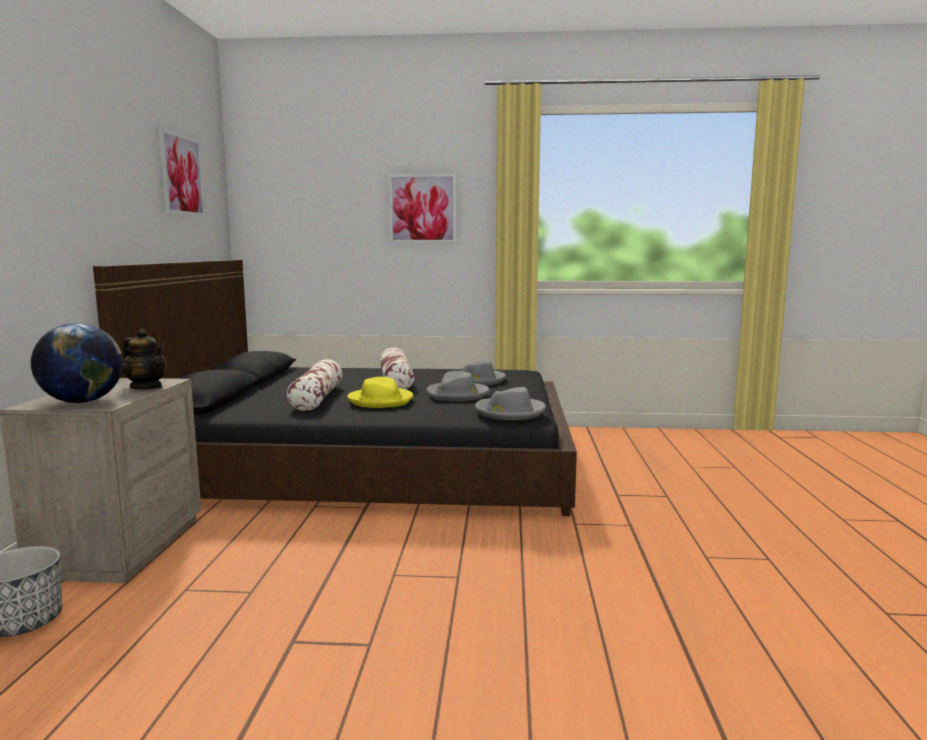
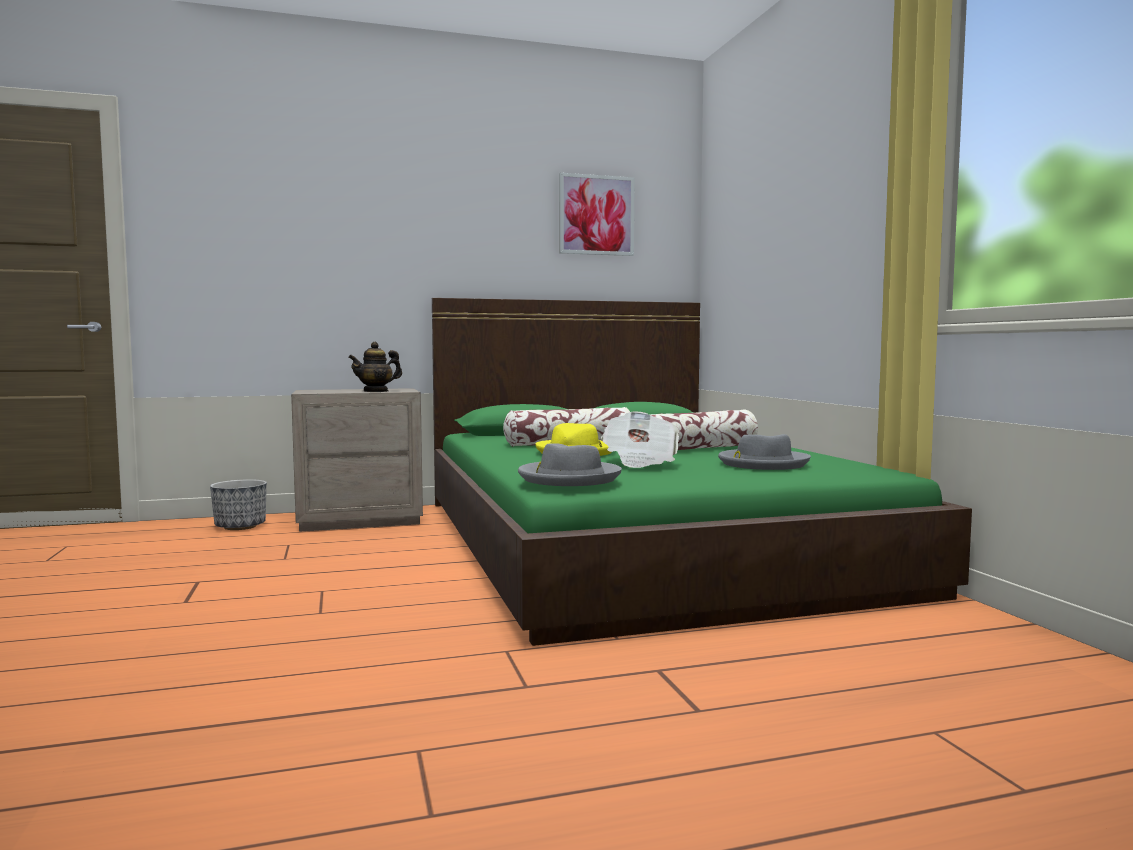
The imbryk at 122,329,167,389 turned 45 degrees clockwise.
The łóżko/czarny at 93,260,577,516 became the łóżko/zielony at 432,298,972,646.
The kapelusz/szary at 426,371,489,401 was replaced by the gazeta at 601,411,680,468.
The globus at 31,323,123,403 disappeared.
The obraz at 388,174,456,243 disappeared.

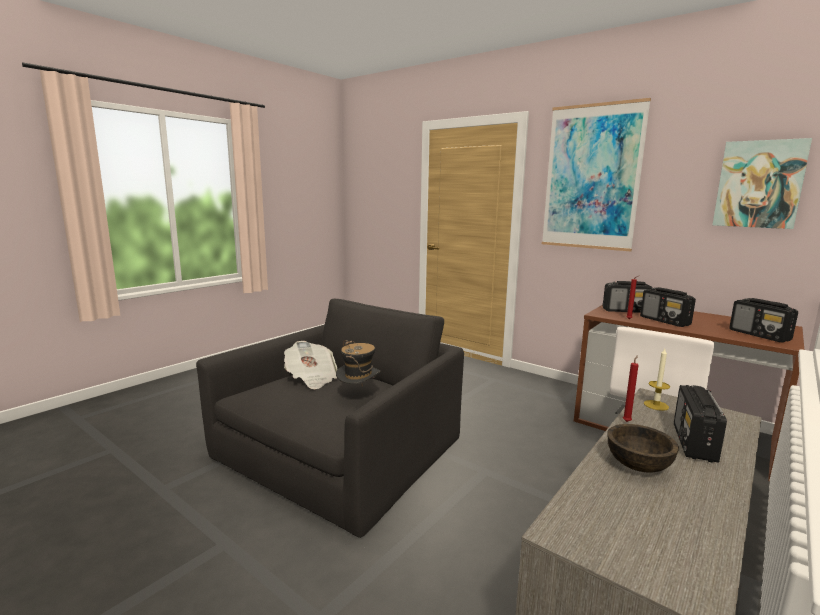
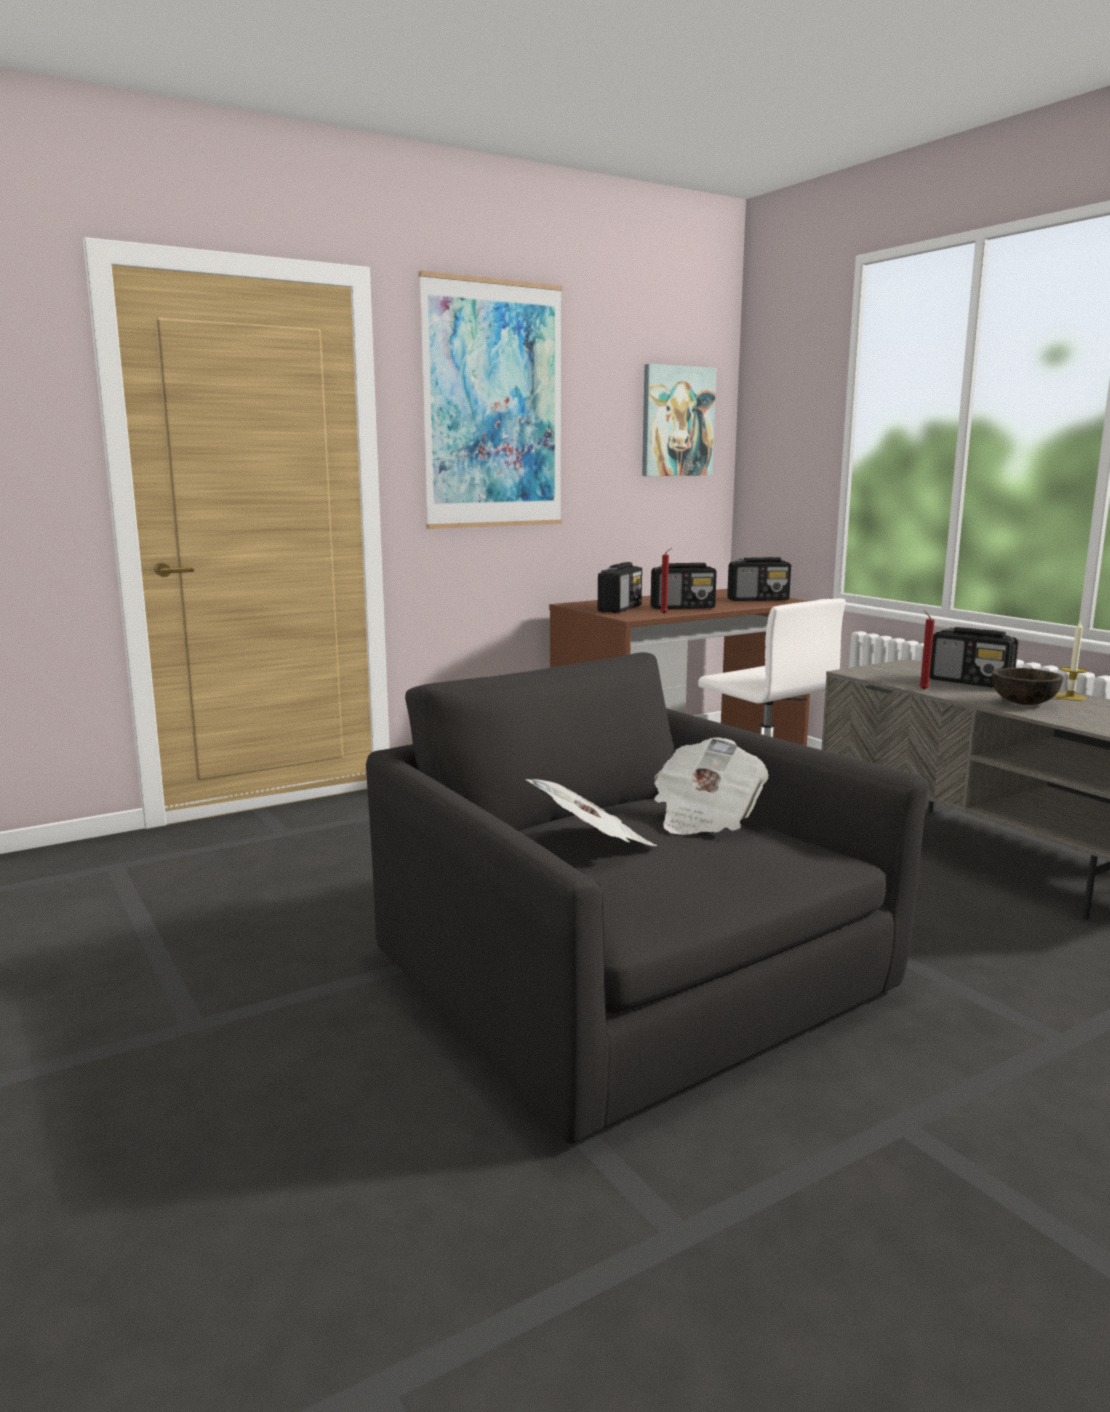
The kapelusz at 336,340,381,384 was replaced by the gazeta at 654,737,768,835.
The świeca moved from 644,349,670,411 to 1055,621,1088,701.

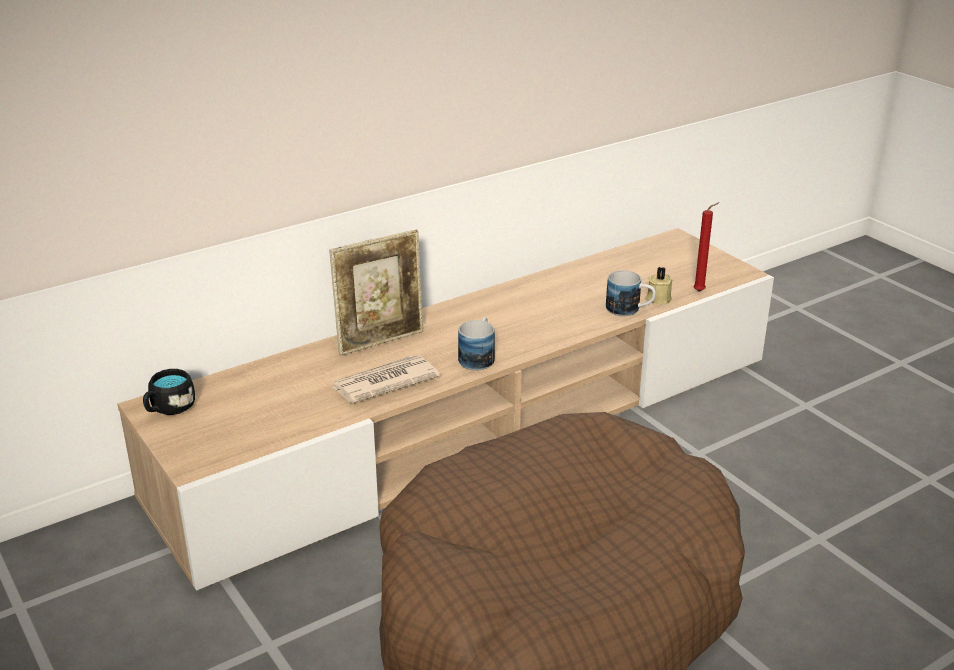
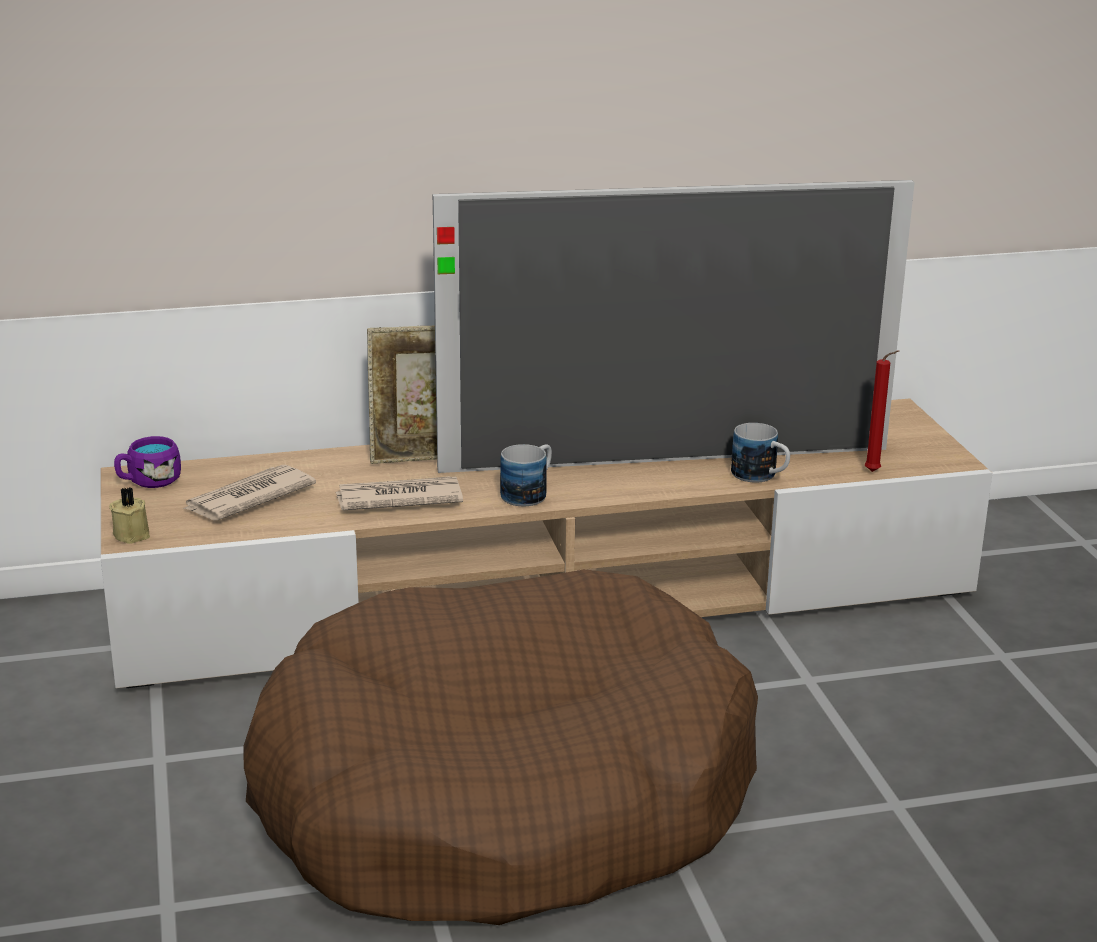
The świeca/beżowy moved from 645,267,672,305 to 109,487,150,544.
The kubek/czarny at 143,369,195,415 became the kubek/fioletowy at 114,436,181,488.
The gazeta at 181,465,316,521 appeared.
The telewizor at 433,180,915,473 appeared.

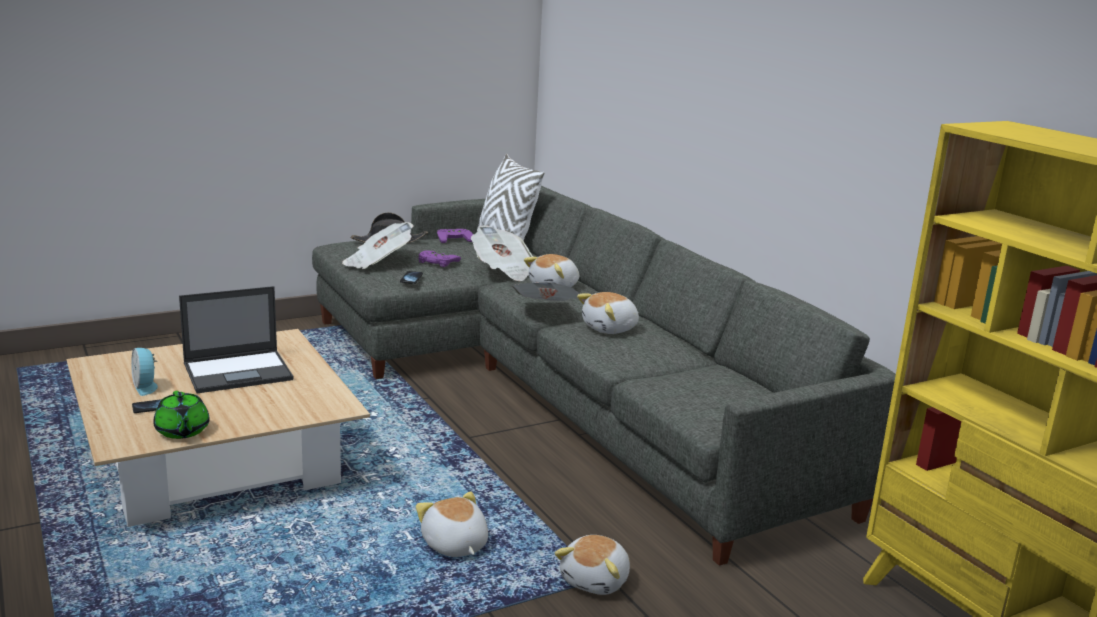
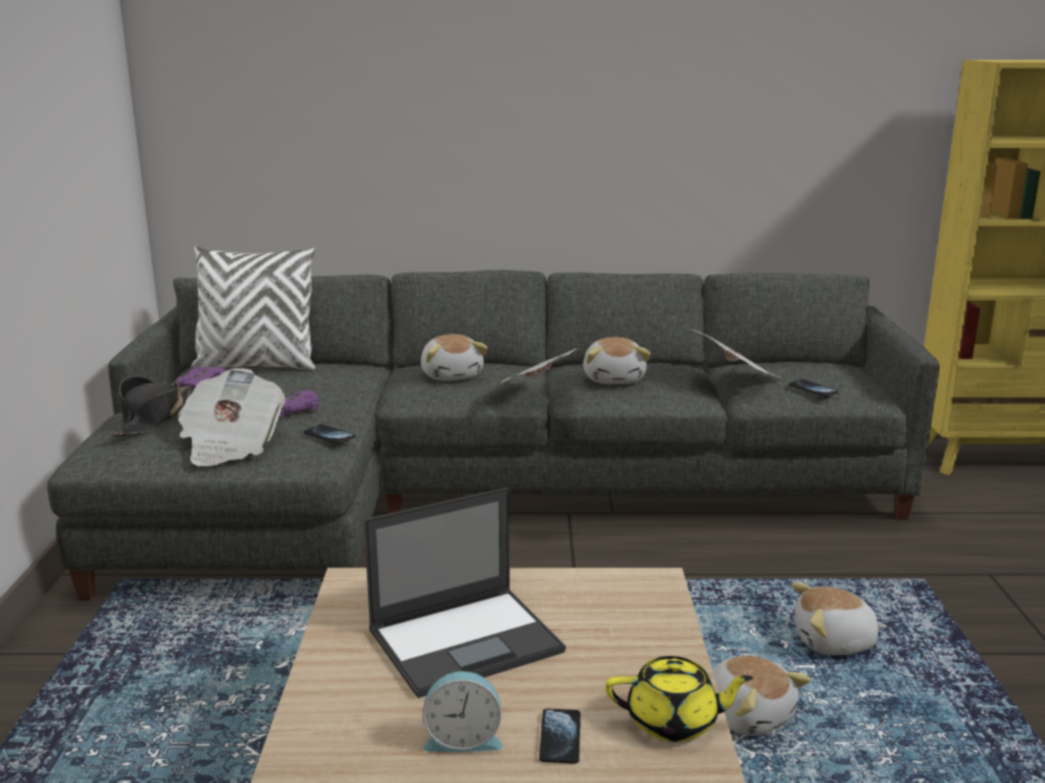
The laptop at 179,286,293,393 turned 60 degrees clockwise.
The imbryk/zielony at 153,391,210,439 became the imbryk/żółty at 606,656,753,742.
The gazeta moved from 471,225,533,281 to 690,329,781,378.
The pluszak moved from 555,535,630,595 to 712,655,811,736.
The telefon at 789,379,838,397 appeared.

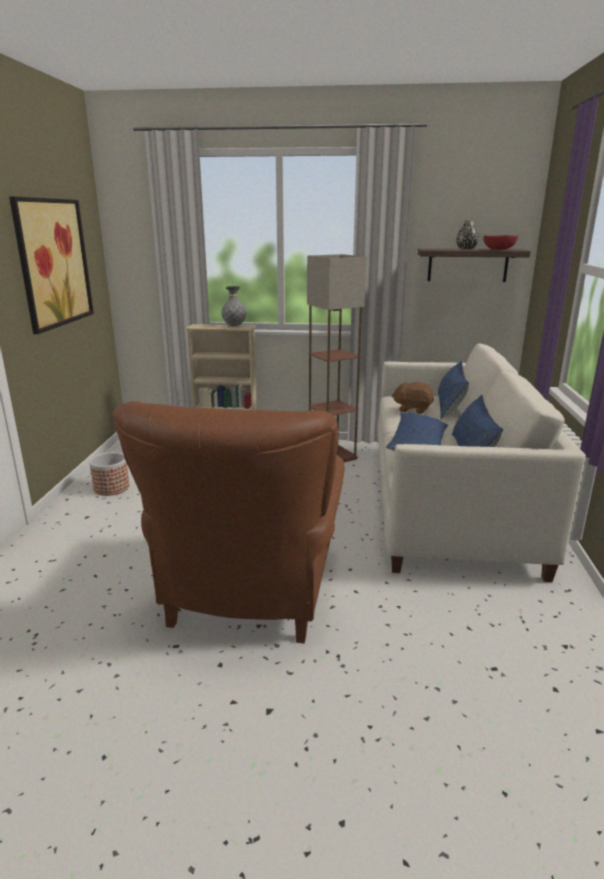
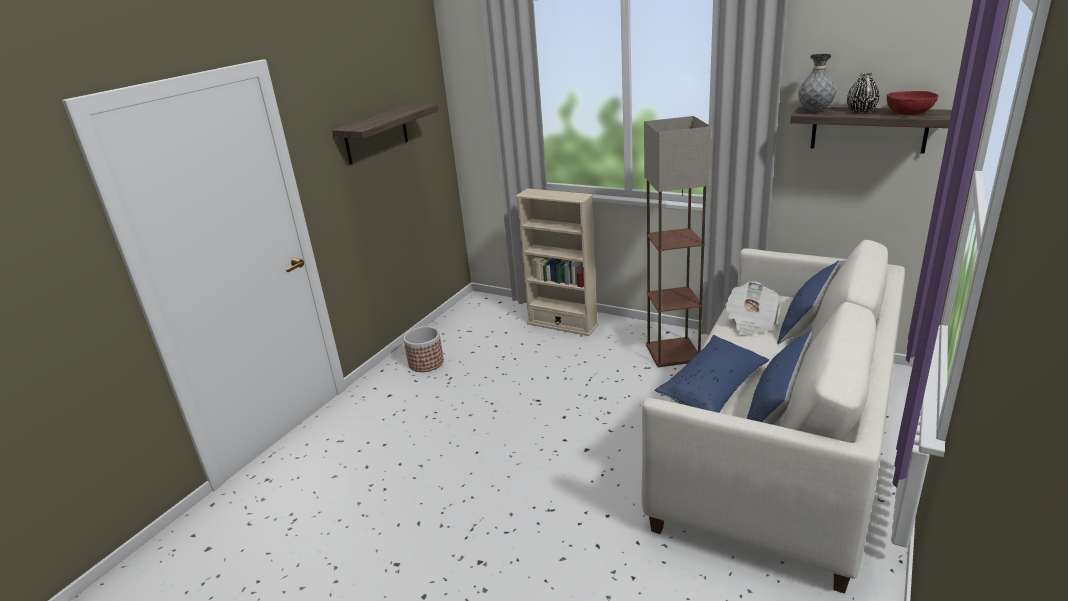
The obraz at 9,196,94,334 was replaced by the półka at 332,104,438,165.
The pluszak/brązowy at 392,382,434,414 was replaced by the gazeta at 725,281,782,336.
The wazon/szary moved from 221,286,247,326 to 798,54,837,112.
The fotel/brązowy at 112,401,345,643 disappeared.

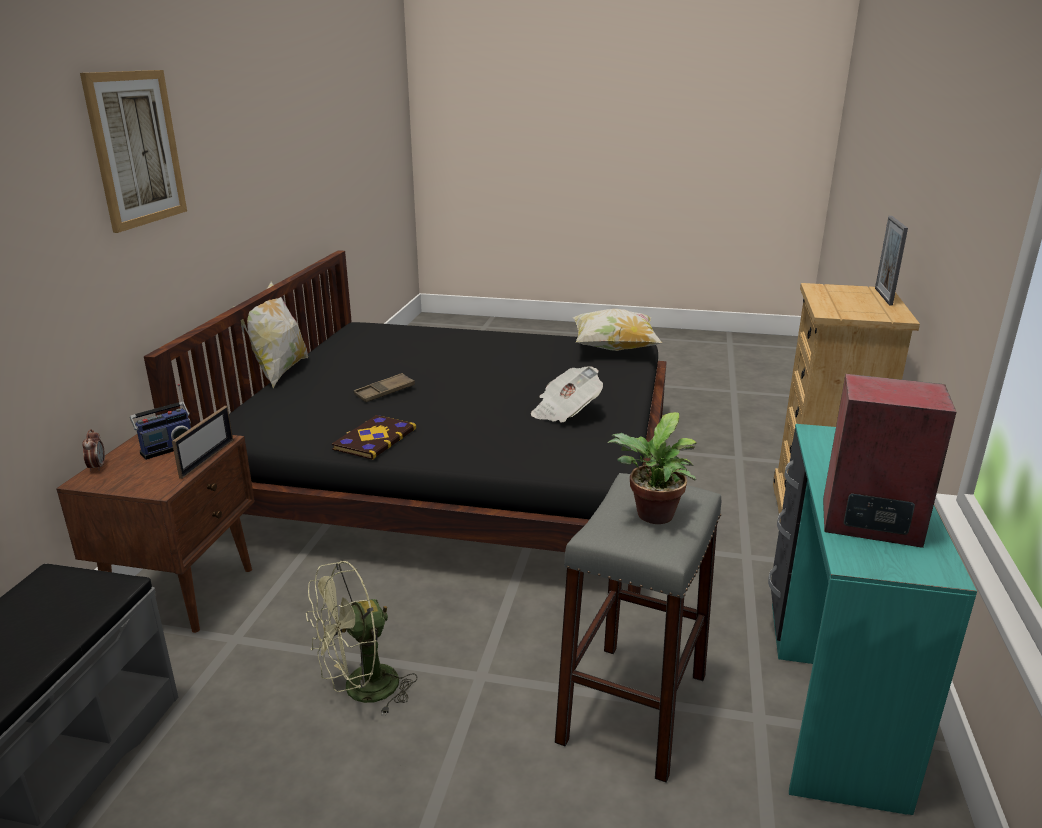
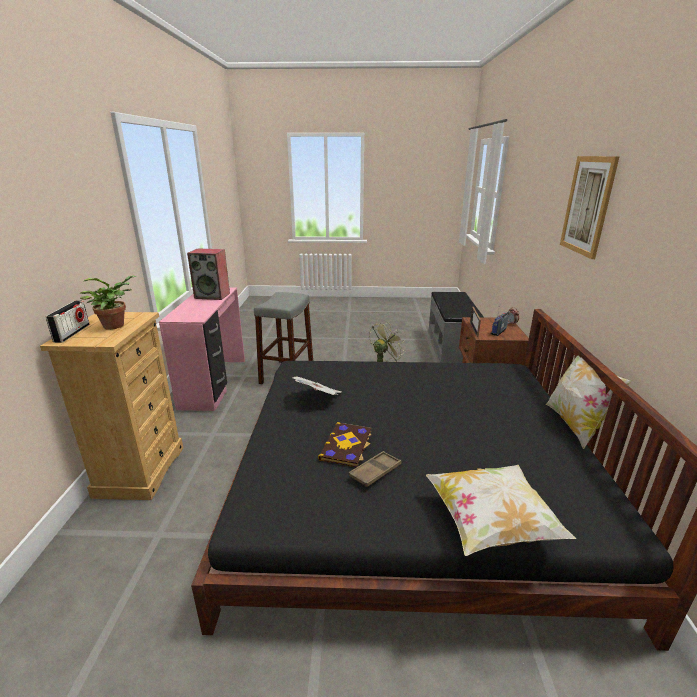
The ramka na zdjęcie at 875,216,908,306 was replaced by the radio at 46,300,90,343.
The roślina doniczkowa moved from 607,412,697,524 to 80,275,136,330.
The biurko/turkusowy at 768,424,977,815 became the biurko/różowy at 159,287,245,411.
The książka moved from 332,415,416,460 to 318,422,372,467.
The taca/brązowy moved from 354,373,415,402 to 349,451,402,487.
The poduszka moved from 573,309,663,351 to 426,465,576,556.

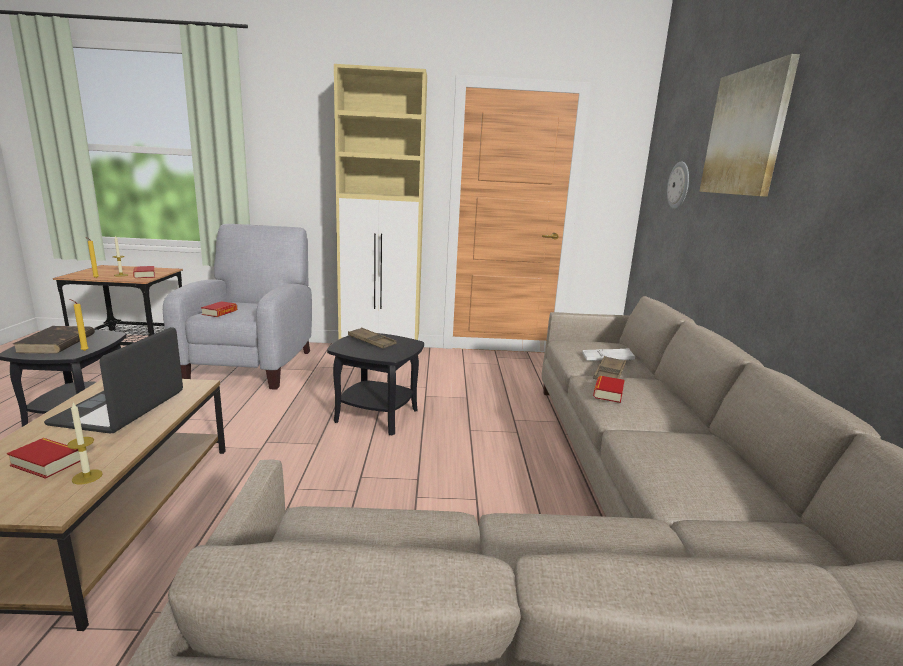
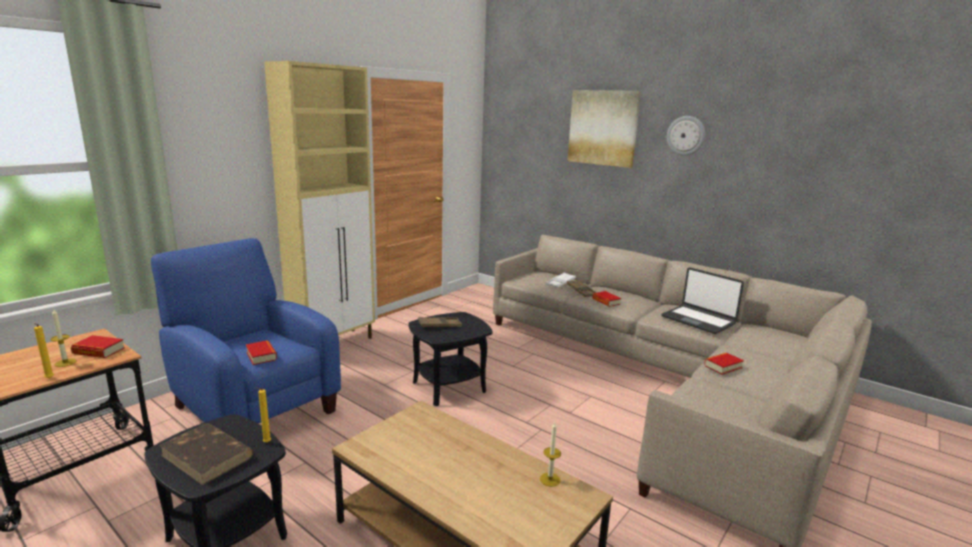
The fotel/szary at 163,224,312,390 became the fotel/niebieski at 151,238,341,423.
The laptop moved from 44,327,183,434 to 661,267,744,334.
The zegar ścienny moved from 667,161,689,209 to 667,116,705,156.
The książka moved from 7,438,80,479 to 704,353,744,375.

